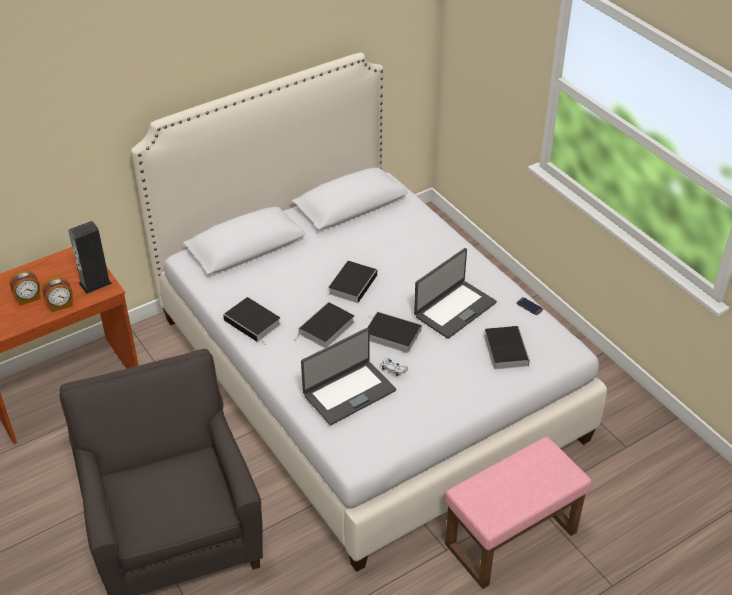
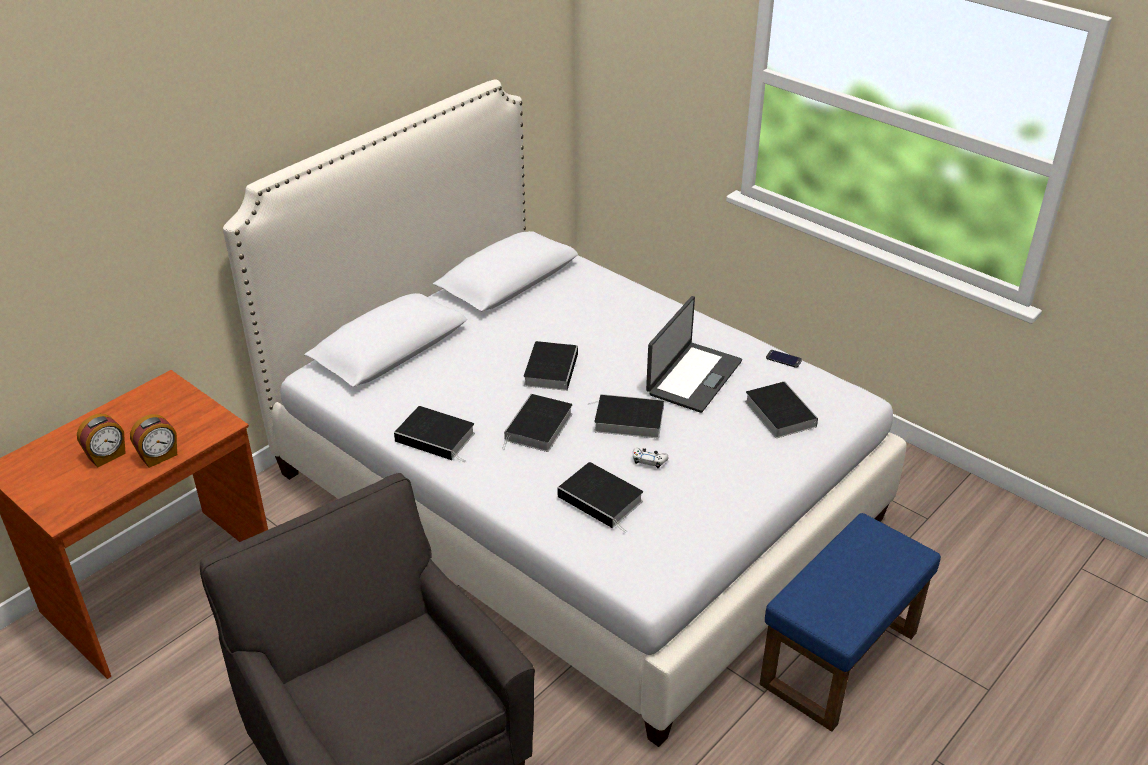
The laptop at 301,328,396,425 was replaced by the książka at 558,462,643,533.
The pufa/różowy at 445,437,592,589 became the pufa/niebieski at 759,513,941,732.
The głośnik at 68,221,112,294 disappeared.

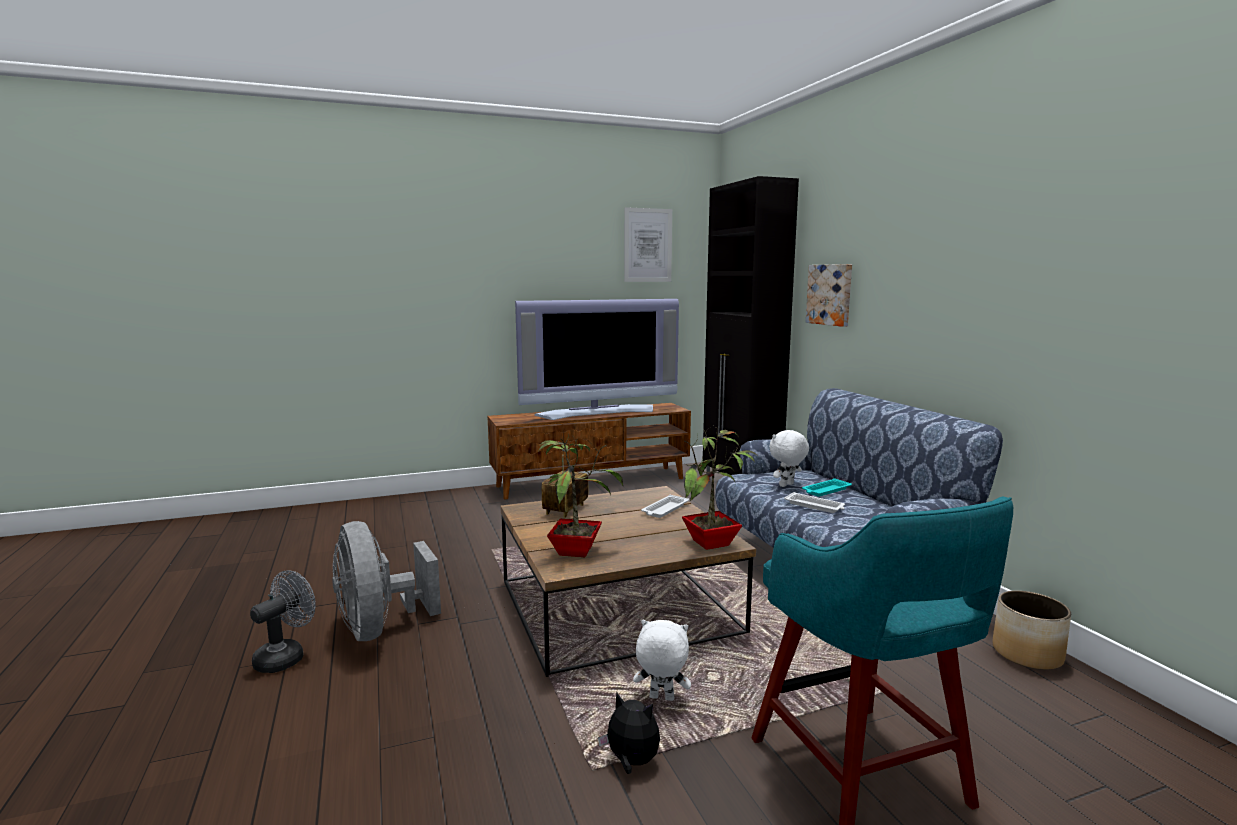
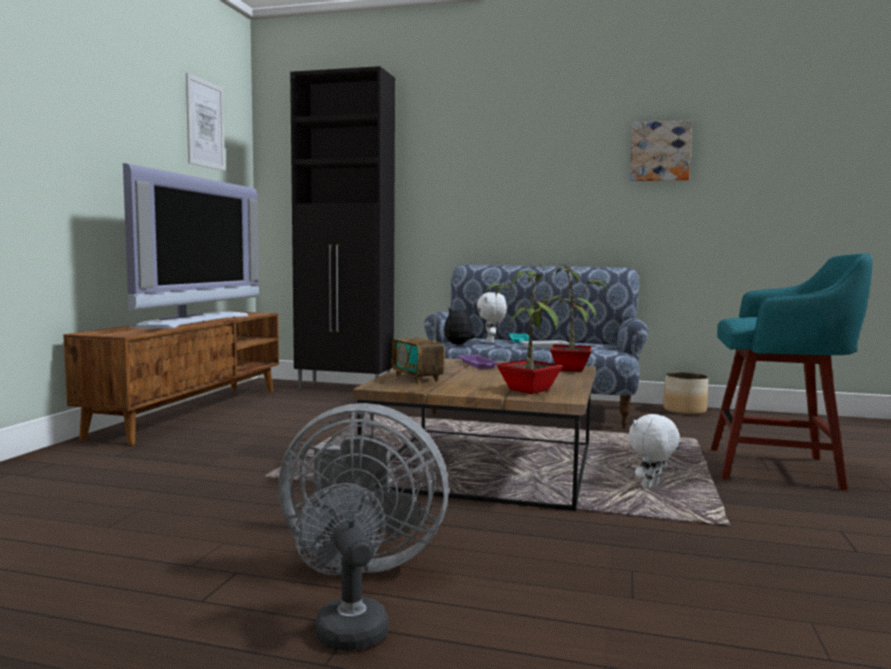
The pluszak moved from 598,692,660,774 to 444,307,475,344.
The taca/biały at 641,495,689,518 became the taca/fioletowy at 458,354,499,369.
The obraz moved from 806,264,852,327 to 630,120,692,181.

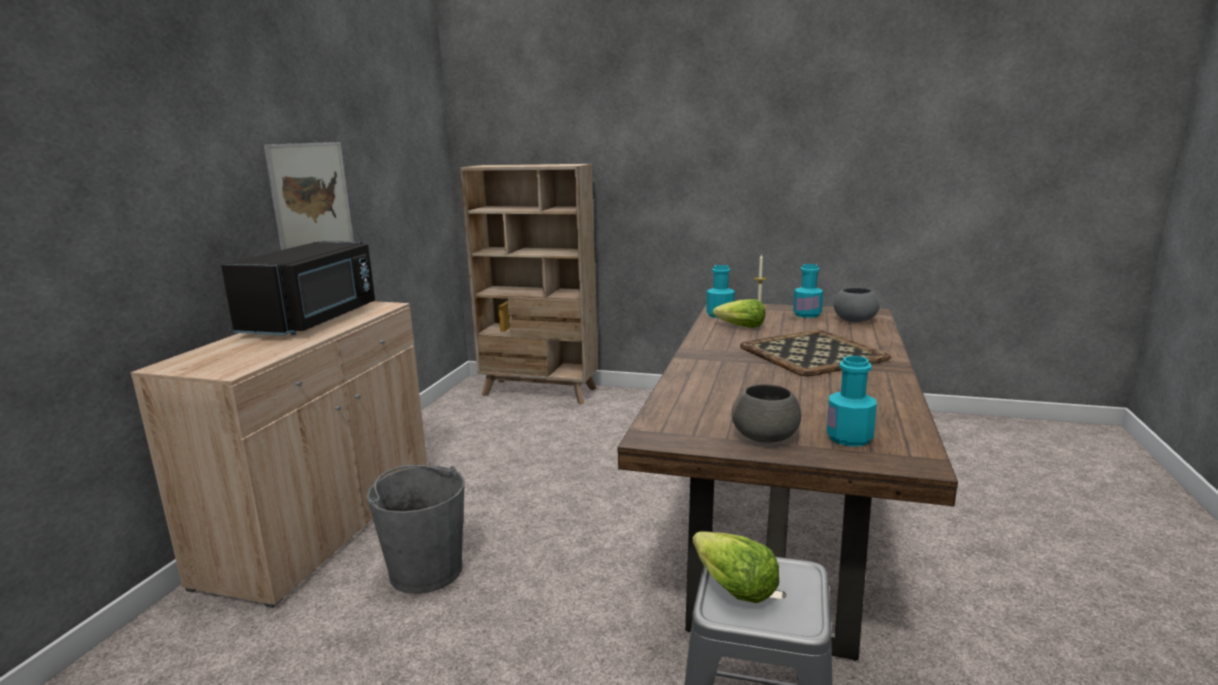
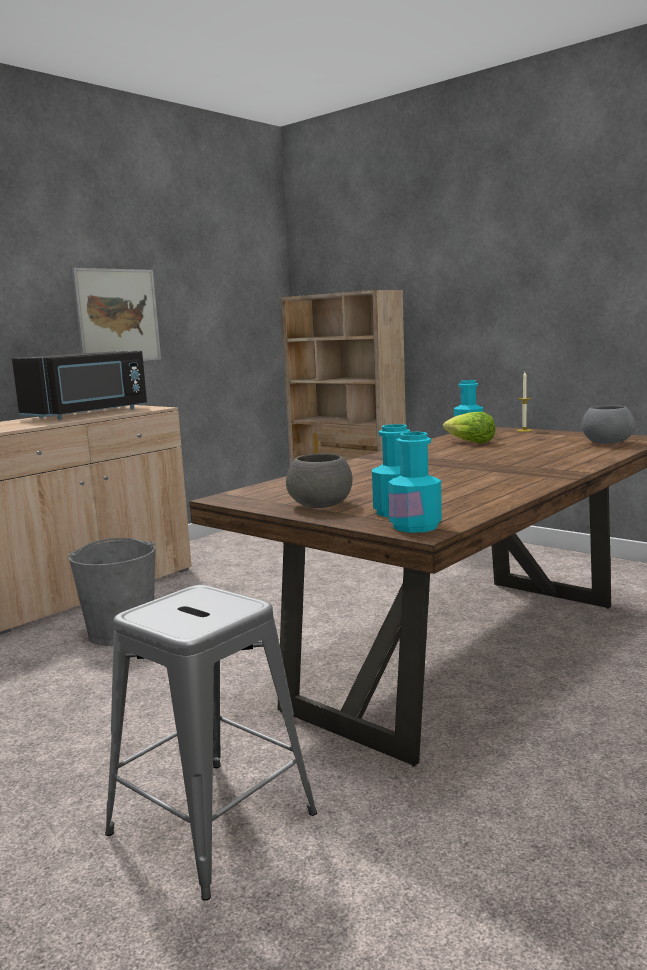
The butelka/turkusowy moved from 793,264,823,318 to 388,432,442,533.
The sałata at 693,531,779,603 disappeared.
The taca at 740,330,891,376 disappeared.

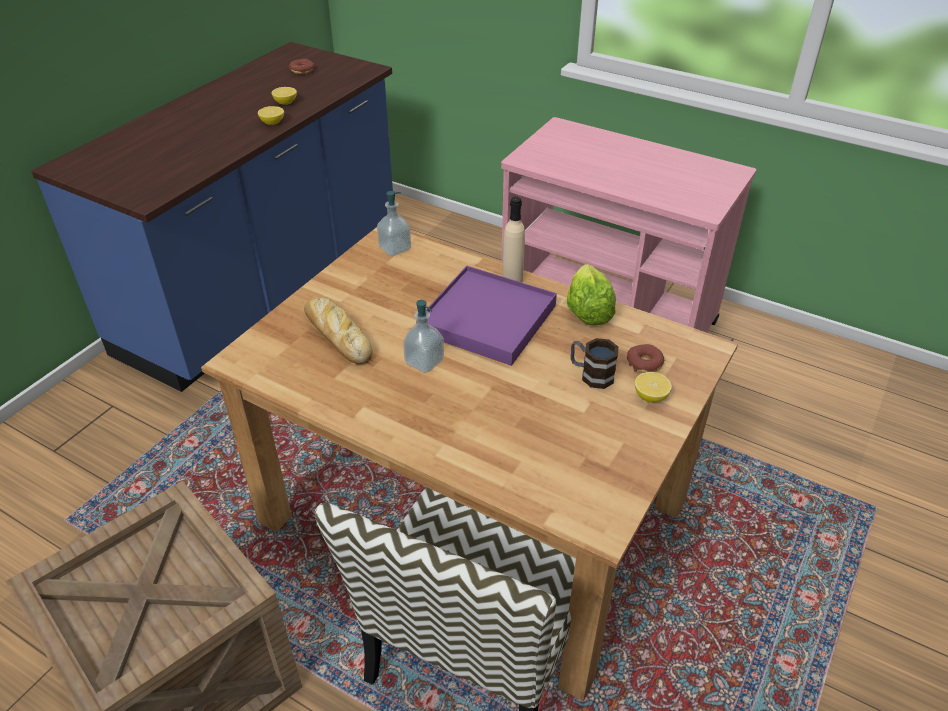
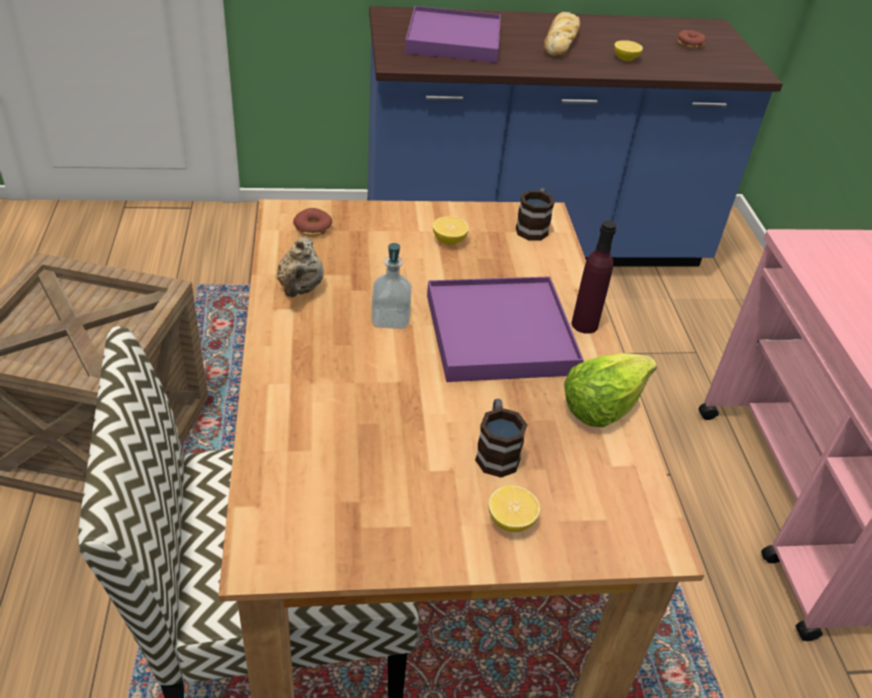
The imbryk/beżowy at 276,237,324,297 appeared.
The donut moved from 627,344,664,373 to 293,208,332,237.
The taca/fioletowy at 405,6,501,63 appeared.
The cytryna moved from 258,106,284,125 to 433,216,469,245.
The dozownik mydła at 377,191,411,256 was replaced by the kubek at 516,188,554,241.
The chleb moved from 304,297,373,364 to 544,12,580,58.
The butelka/beżowy at 503,197,525,282 became the butelka/fioletowy at 572,221,616,334.

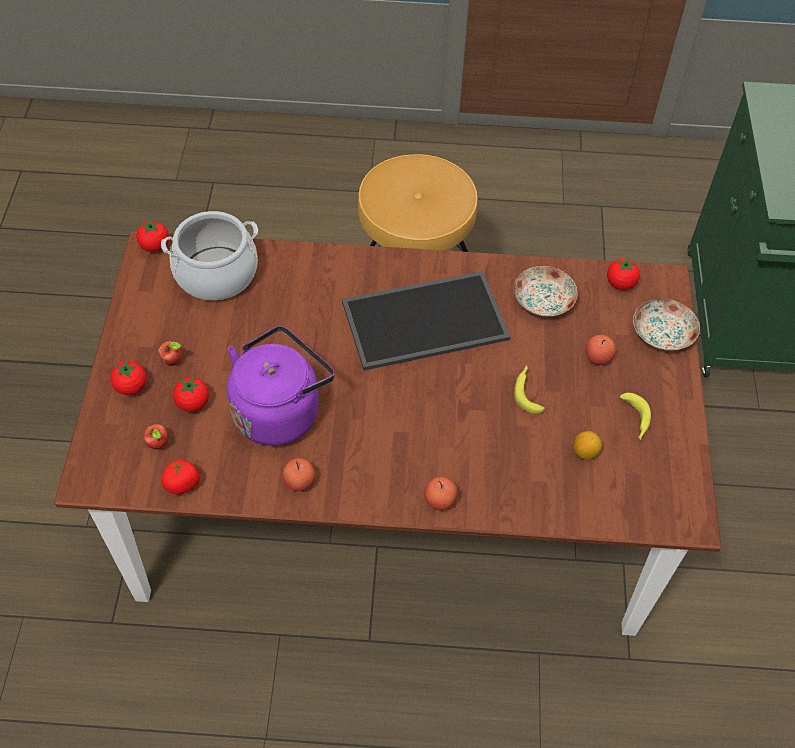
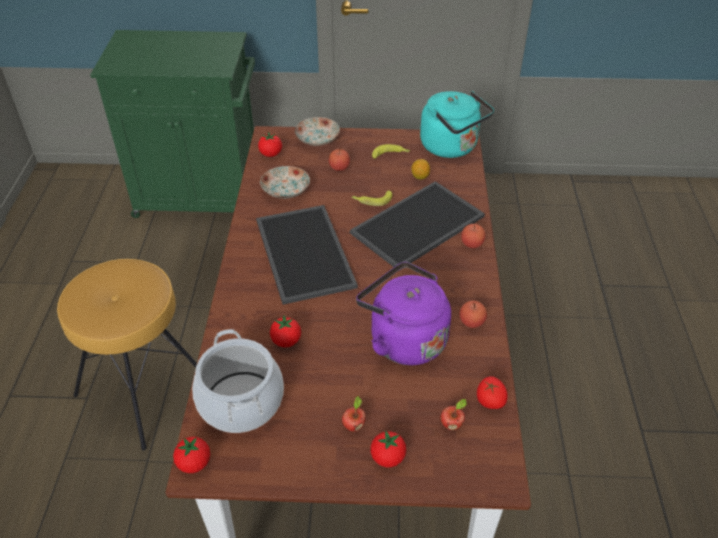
The pomidor moved from 173,376,209,412 to 270,316,301,348.
The taca at 350,181,485,267 appeared.
The czajnik/turkusowy at 420,91,494,158 appeared.

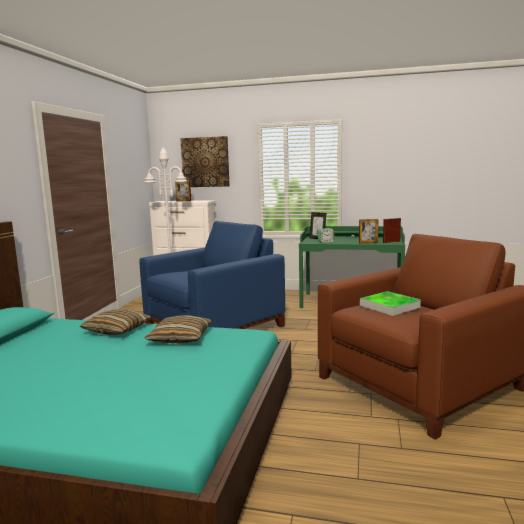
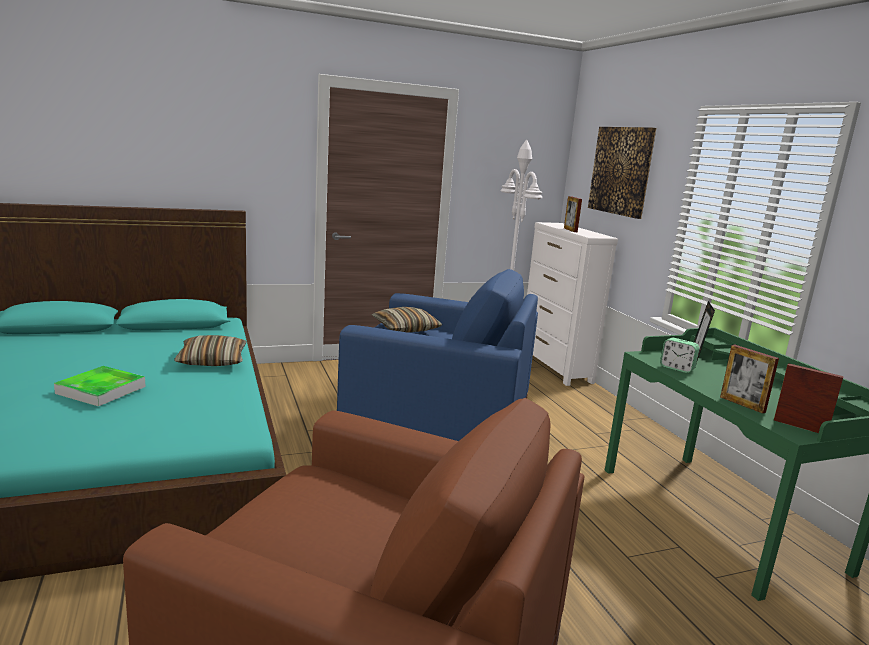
The taca moved from 360,291,421,316 to 54,366,146,406.
The poduszka moved from 145,315,211,344 to 372,307,442,333.

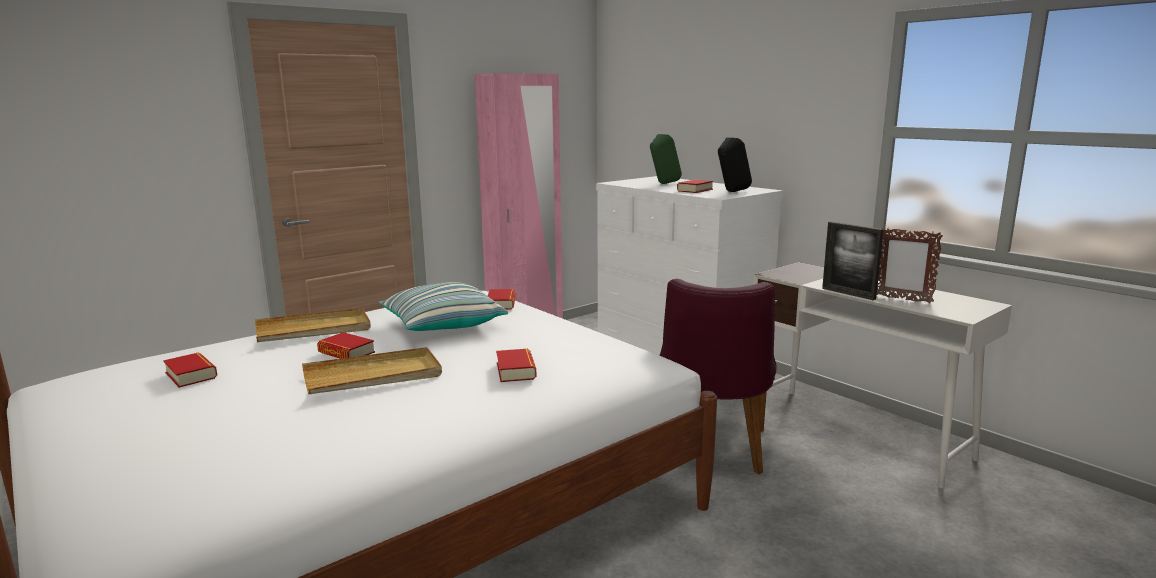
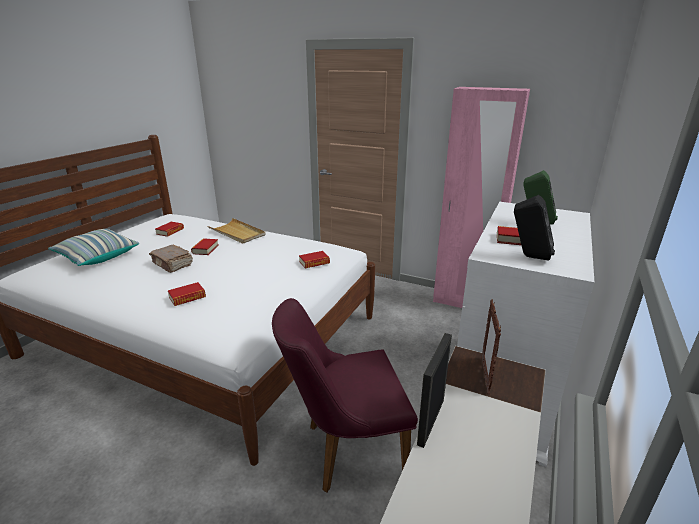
The poduszka moved from 379,282,508,331 to 48,229,139,266.
The taca/beżowy at 302,347,442,395 was replaced by the książka/brązowy at 149,244,193,273.
The ramka na zdjęcie moved from 877,228,943,304 to 482,299,501,394.

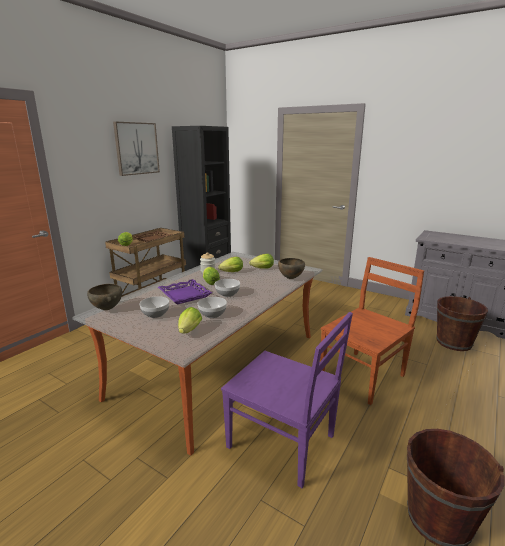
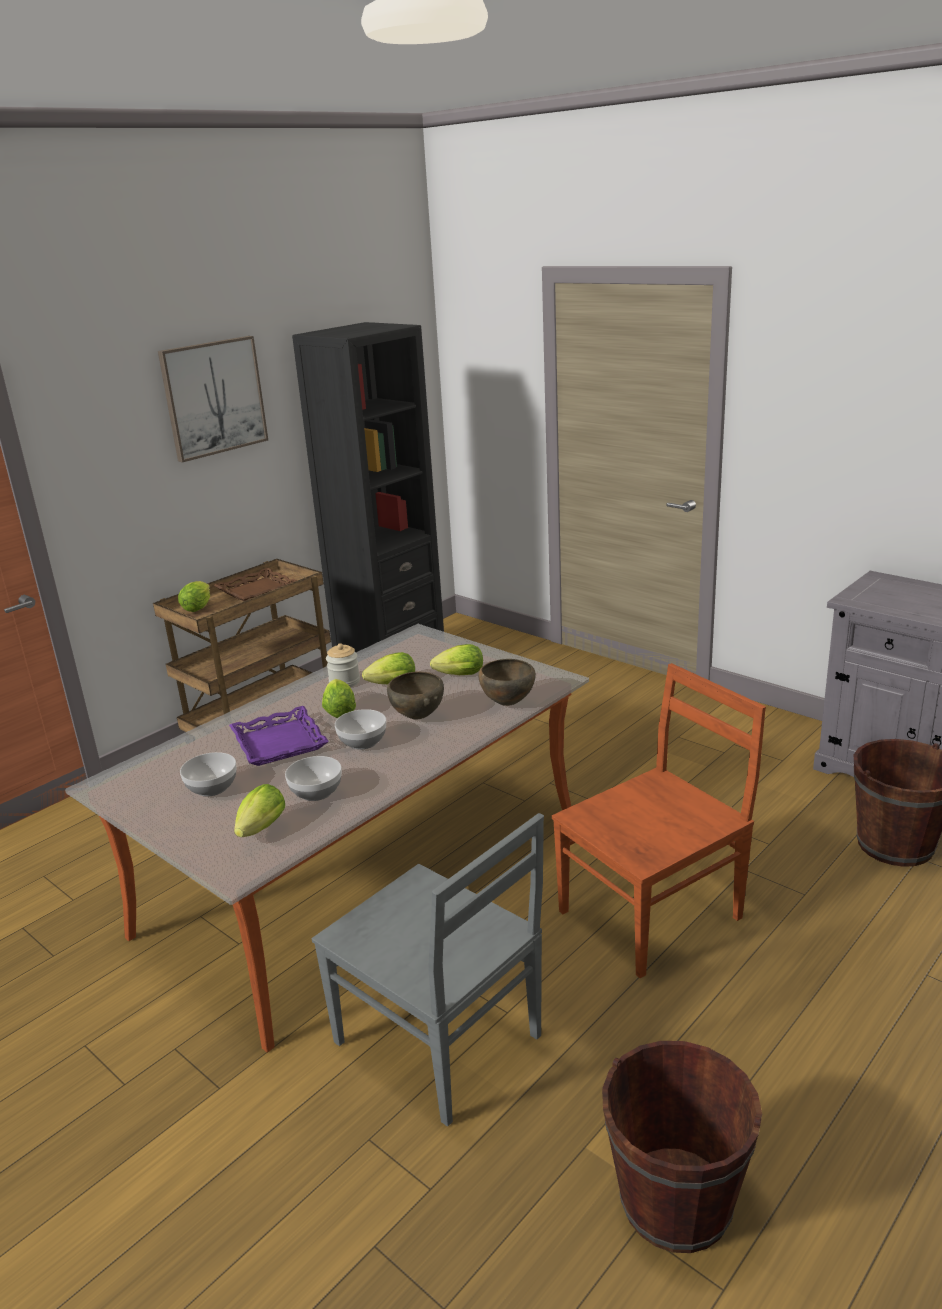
The krzesło/fioletowy at 221,312,353,488 became the krzesło/szary at 312,813,544,1126.
The miska/brązowy moved from 87,284,122,310 to 387,672,444,720.

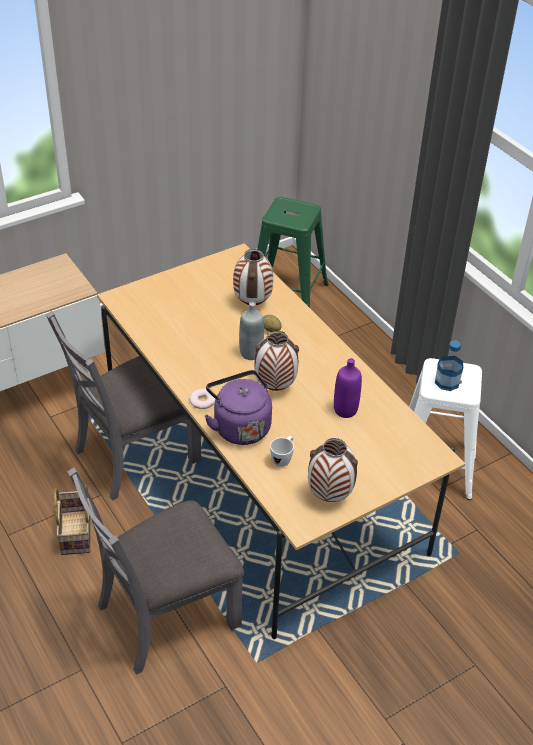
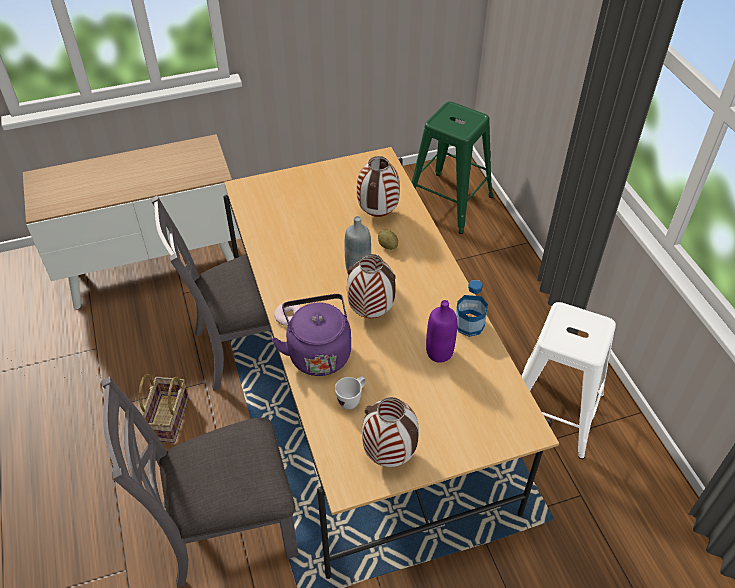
The butelka moved from 435,341,463,391 to 456,280,488,337.

